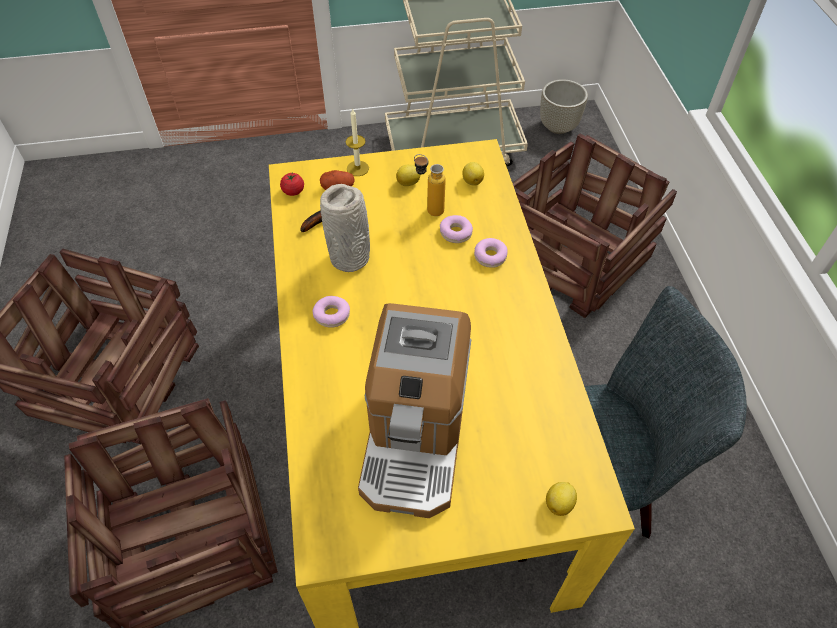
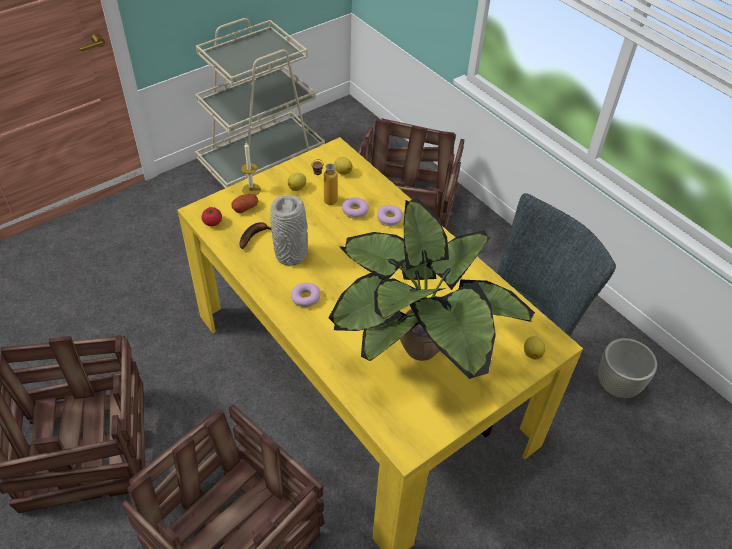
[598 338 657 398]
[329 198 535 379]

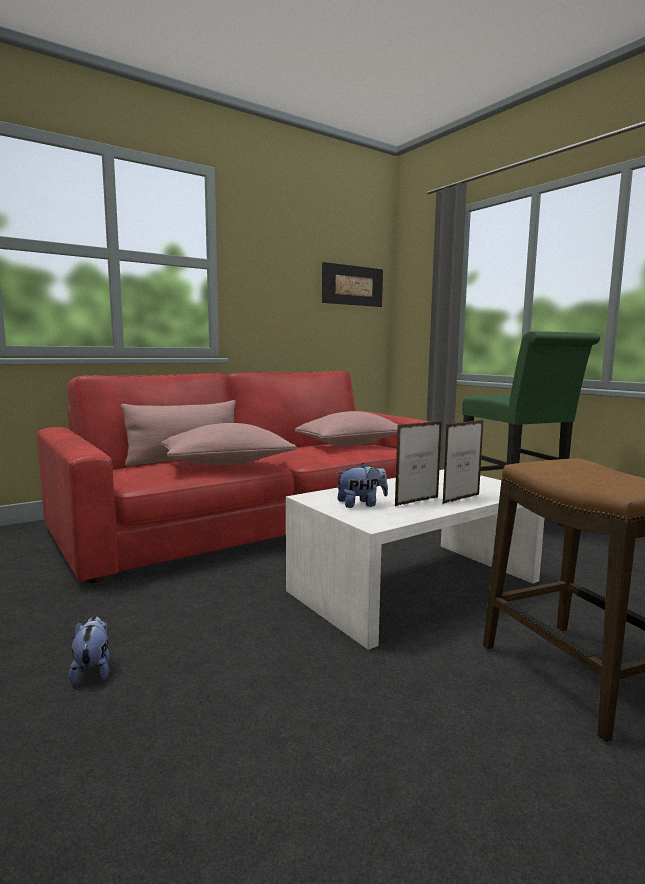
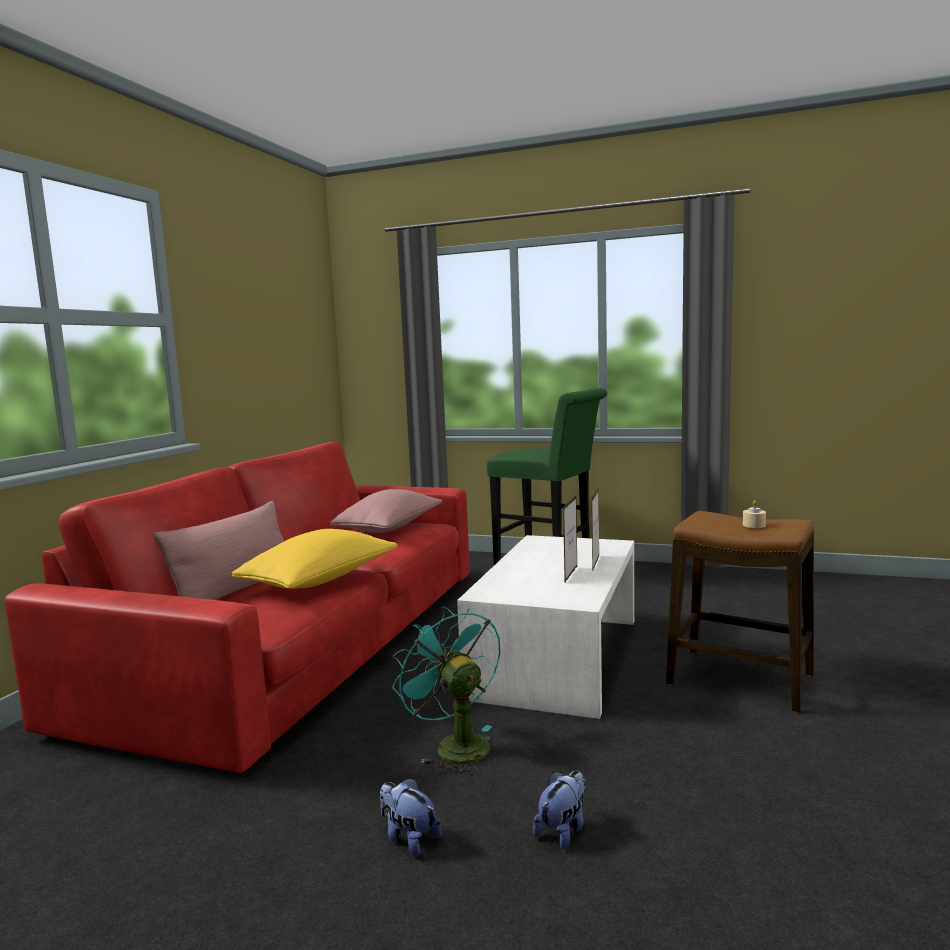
[322 262 383 307] (first image)
[232 529 398 589]
[533 770 586 849]
[743 500 766 528]
[392 606 500 775]

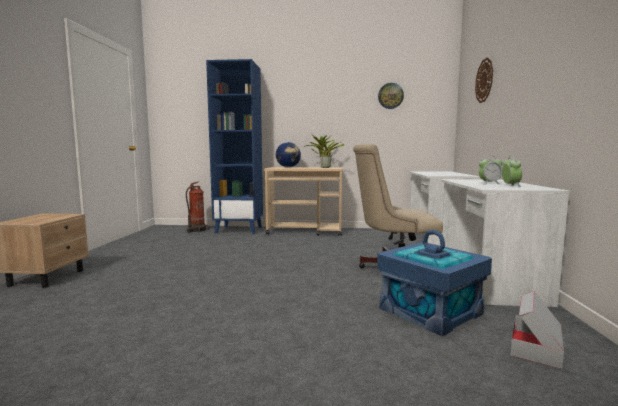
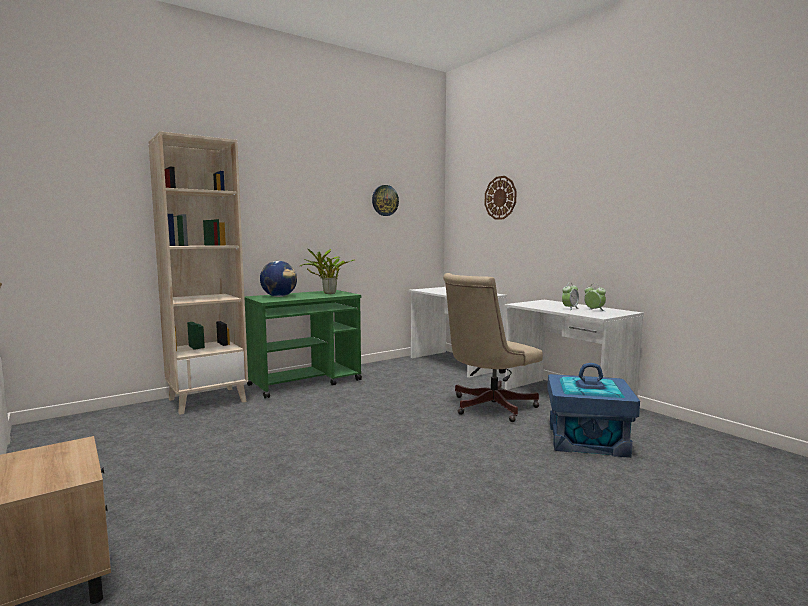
[149 131 248 415]
[245 290 362 399]
[186 182 209 232] (first image)
[511 291 564 369] (first image)

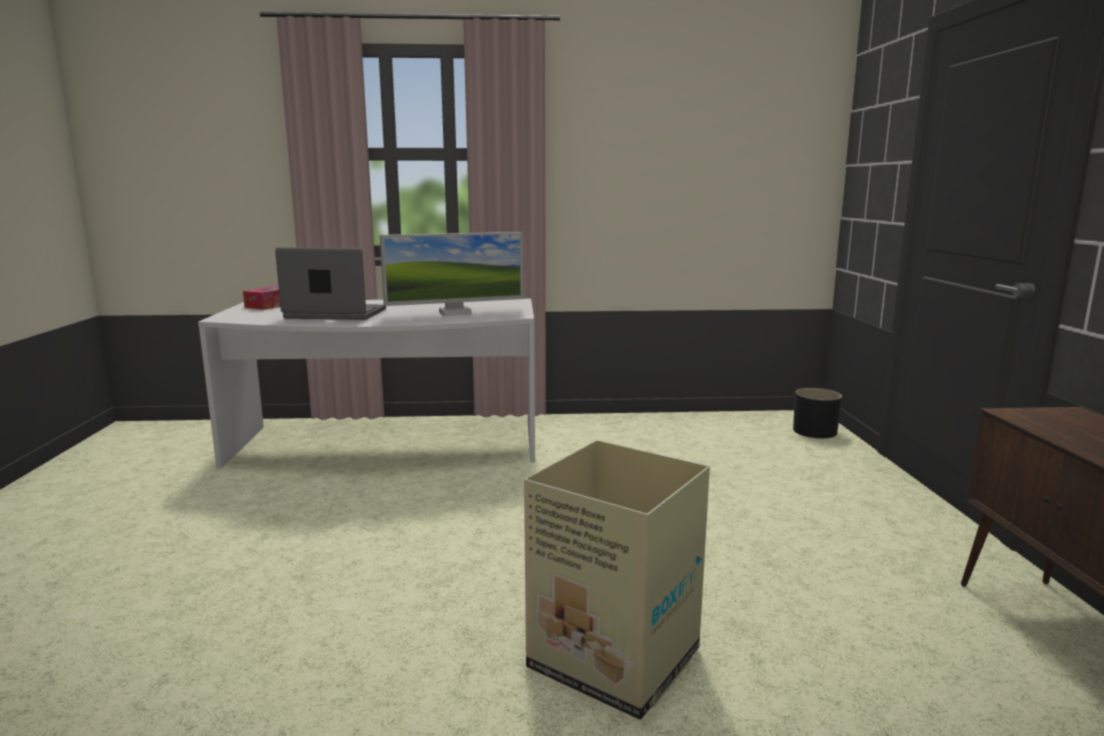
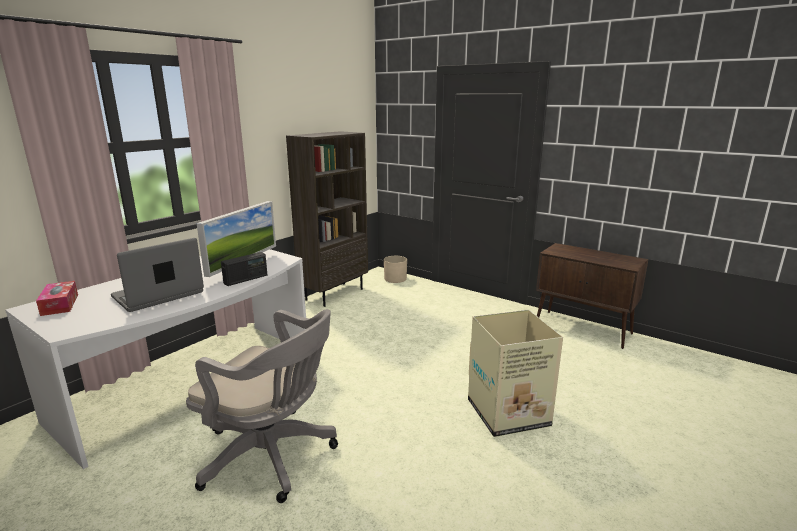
[384 256 407 283]
[286 131 368 307]
[221 252 267 286]
[186 309 338 503]

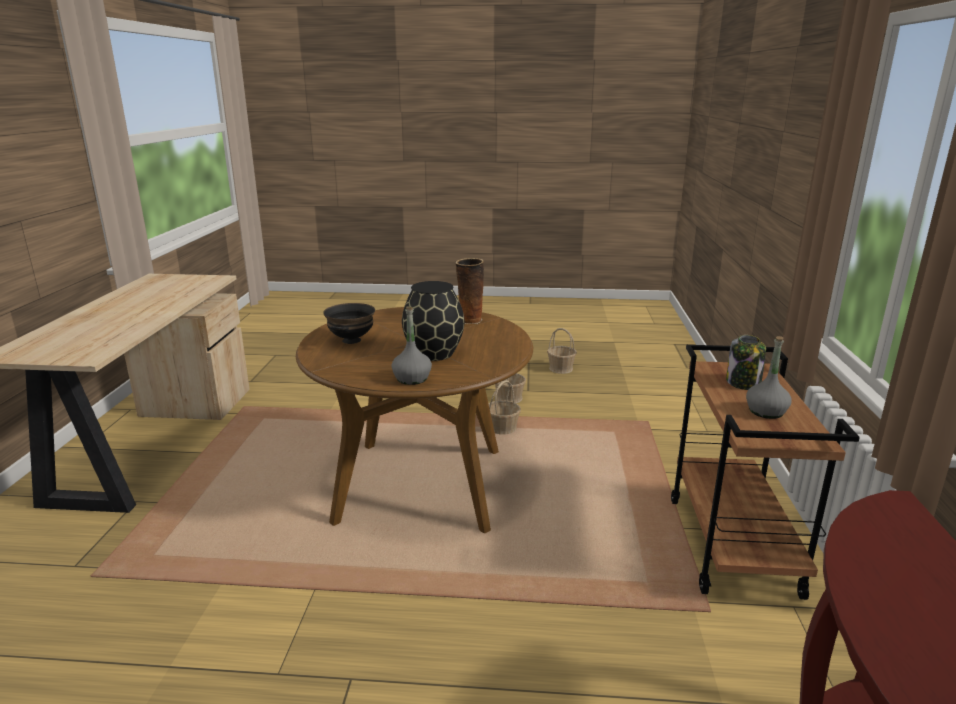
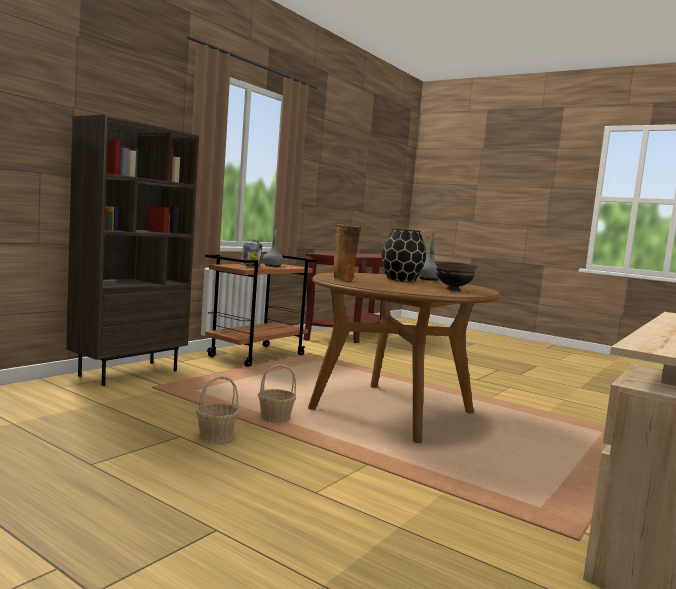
[547 328 577 374] (first image)
[66 114 199 386]

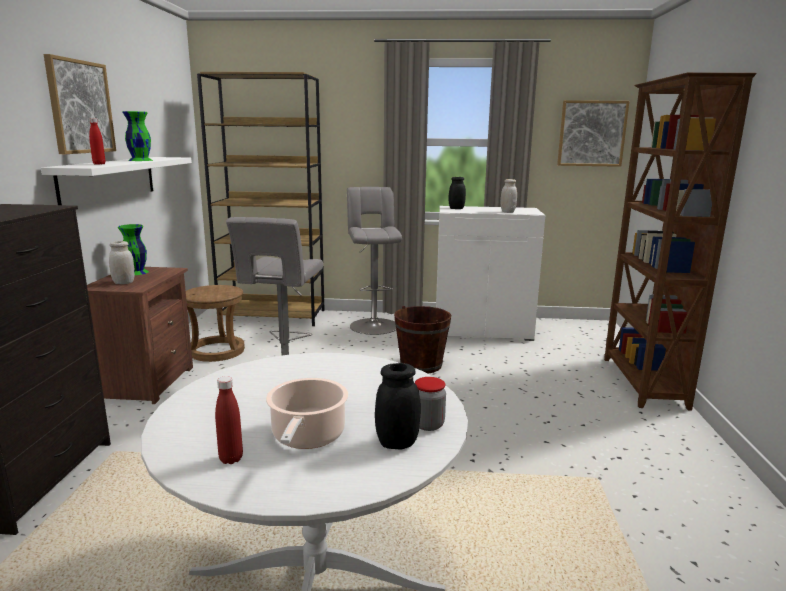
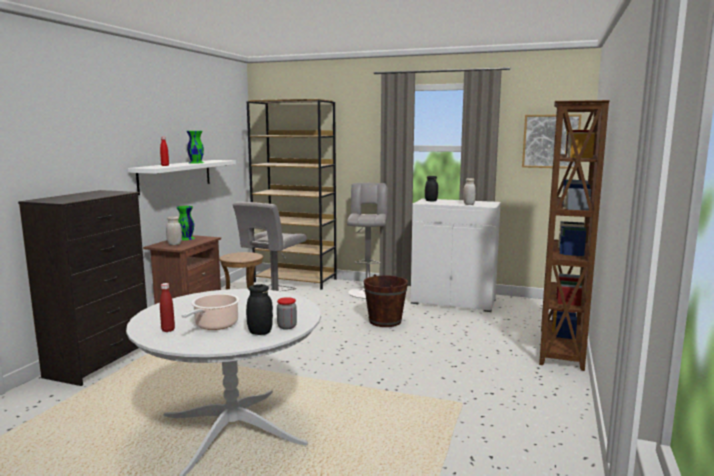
[43 54 116 154] (first image)

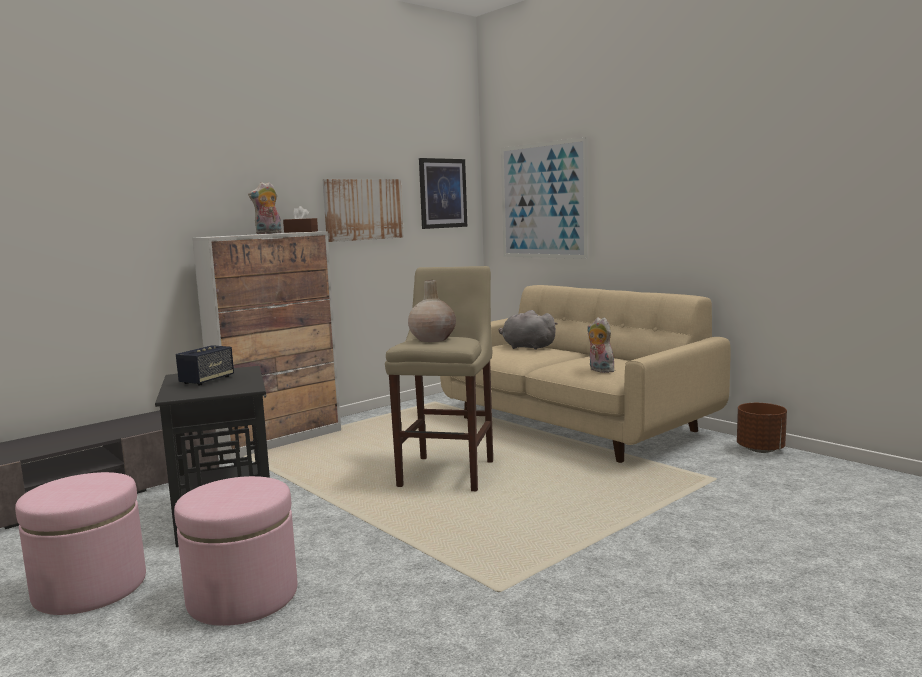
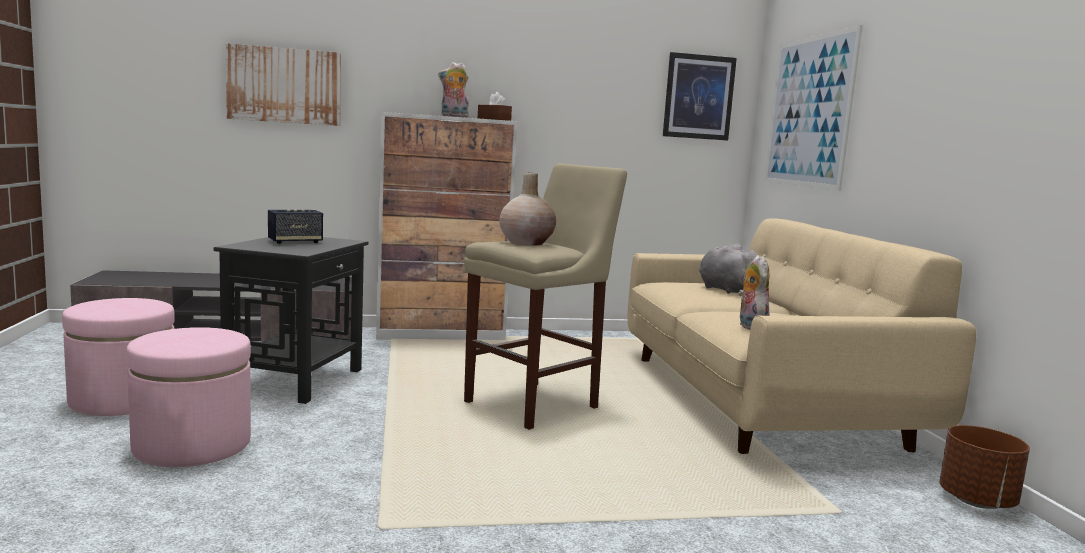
[226 43 341 126]

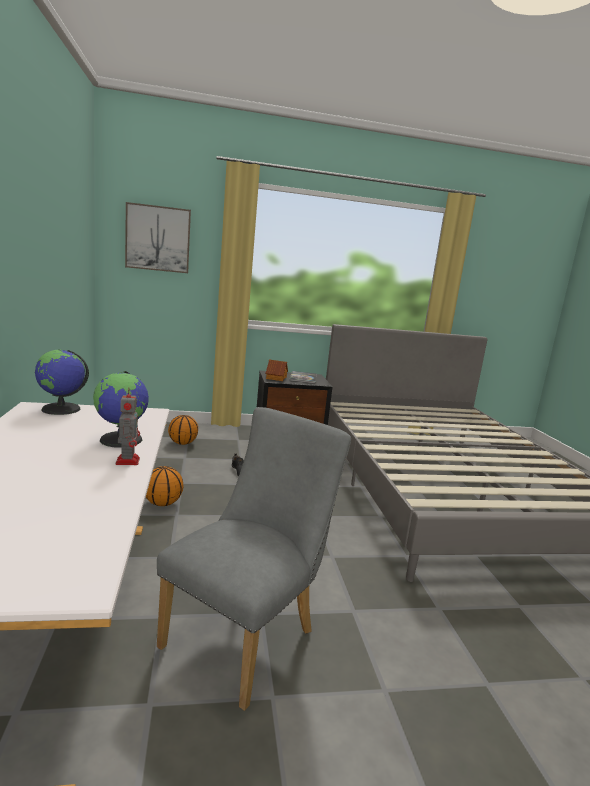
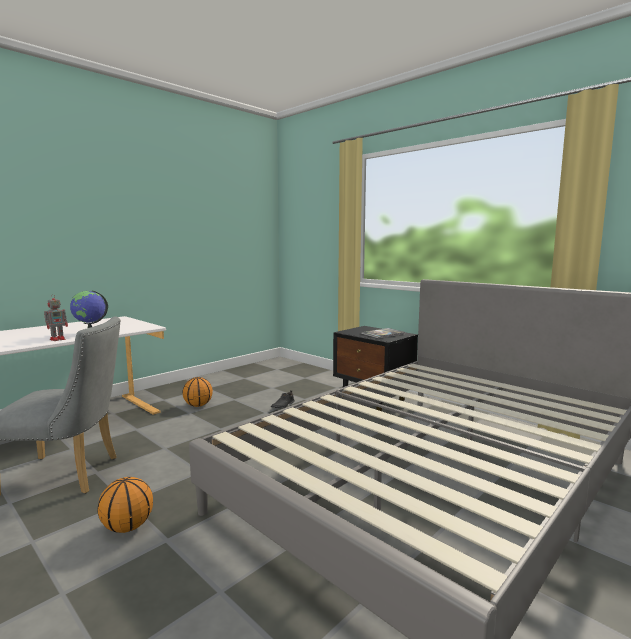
[125 202 191 273] (first image)
[35 350 89 415] (first image)
[266 359 288 381] (first image)
[98 477 153 533]

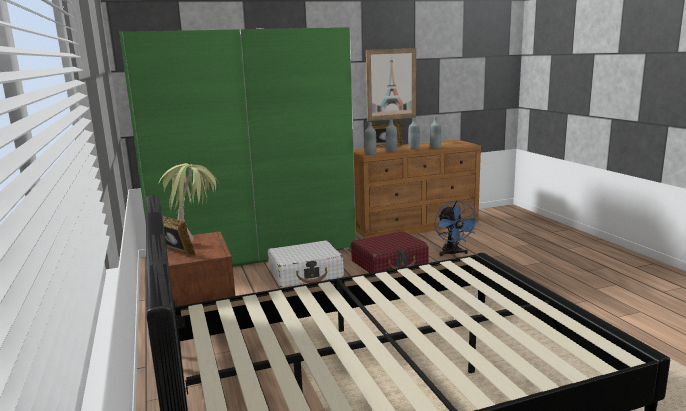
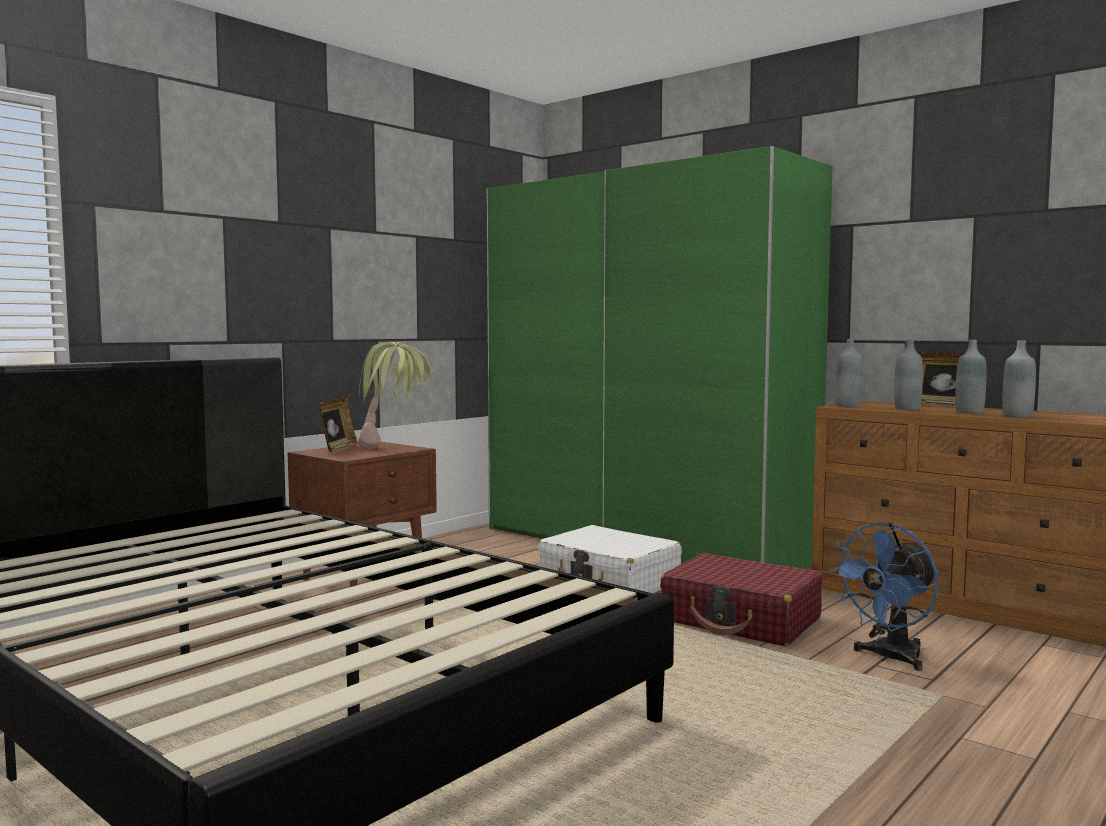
[366 48 416 121] (first image)

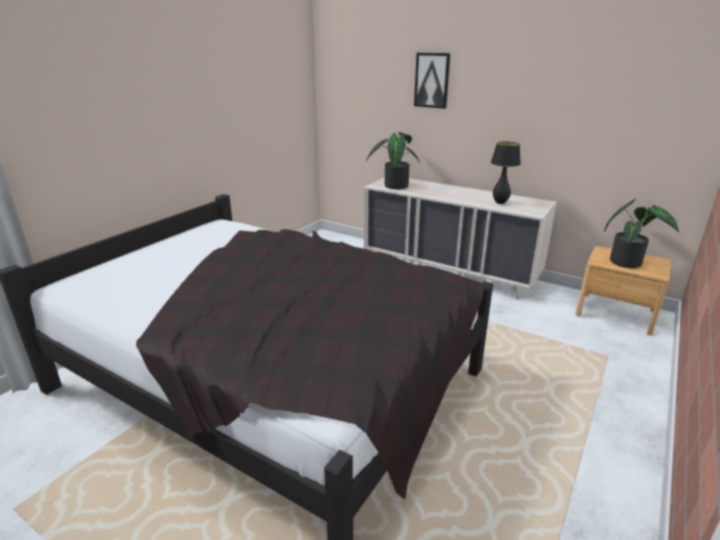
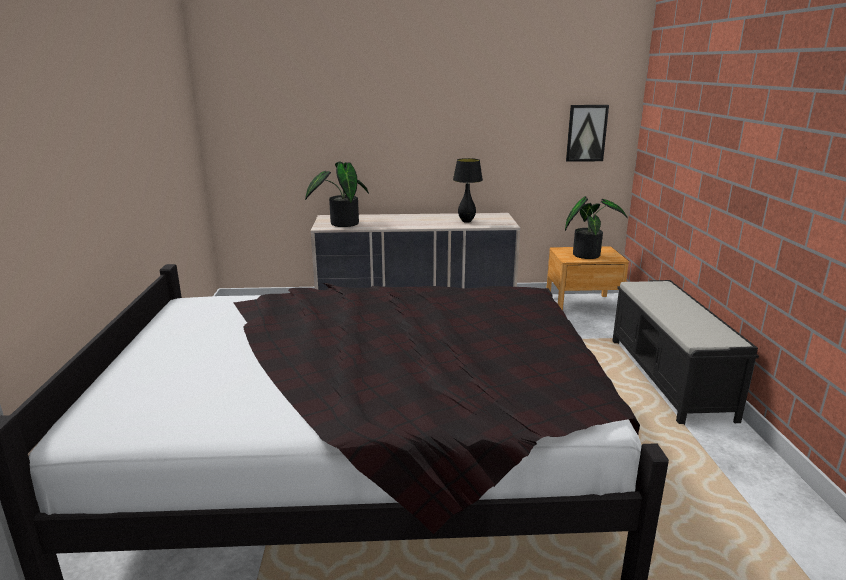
[566 105 609 162]
[612 280 759 425]

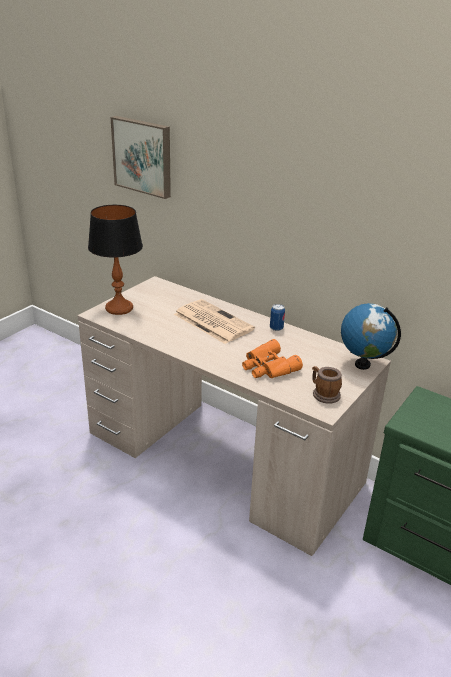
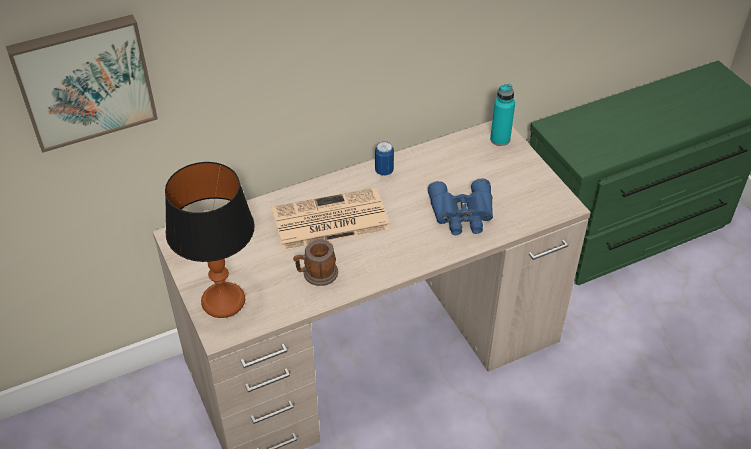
[490 84 515 146]
[428 178 493 235]
[293 240 338 286]

